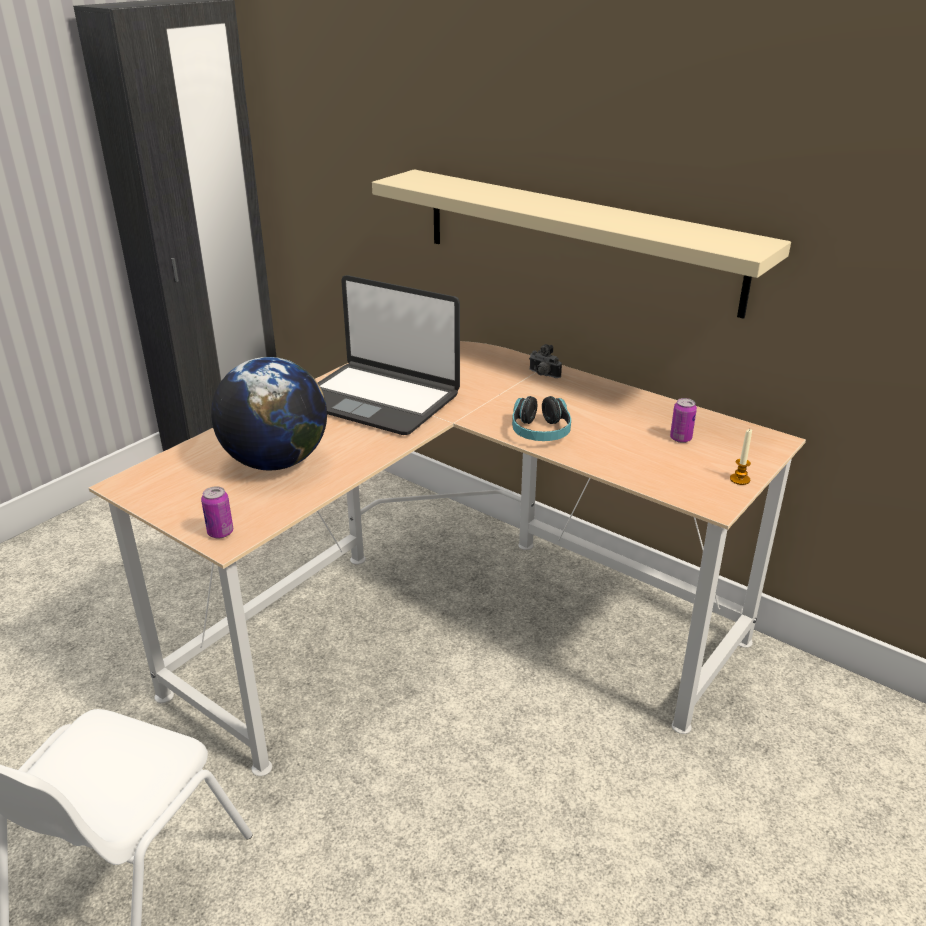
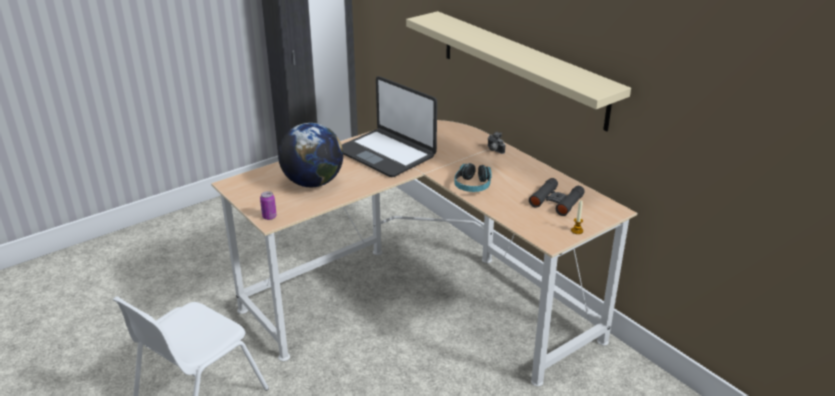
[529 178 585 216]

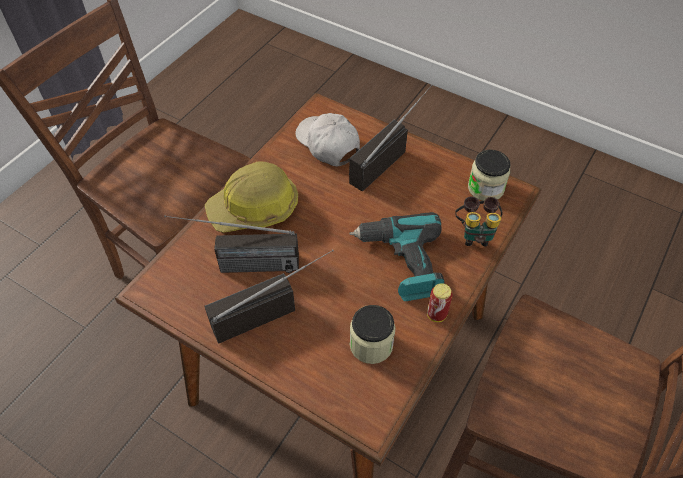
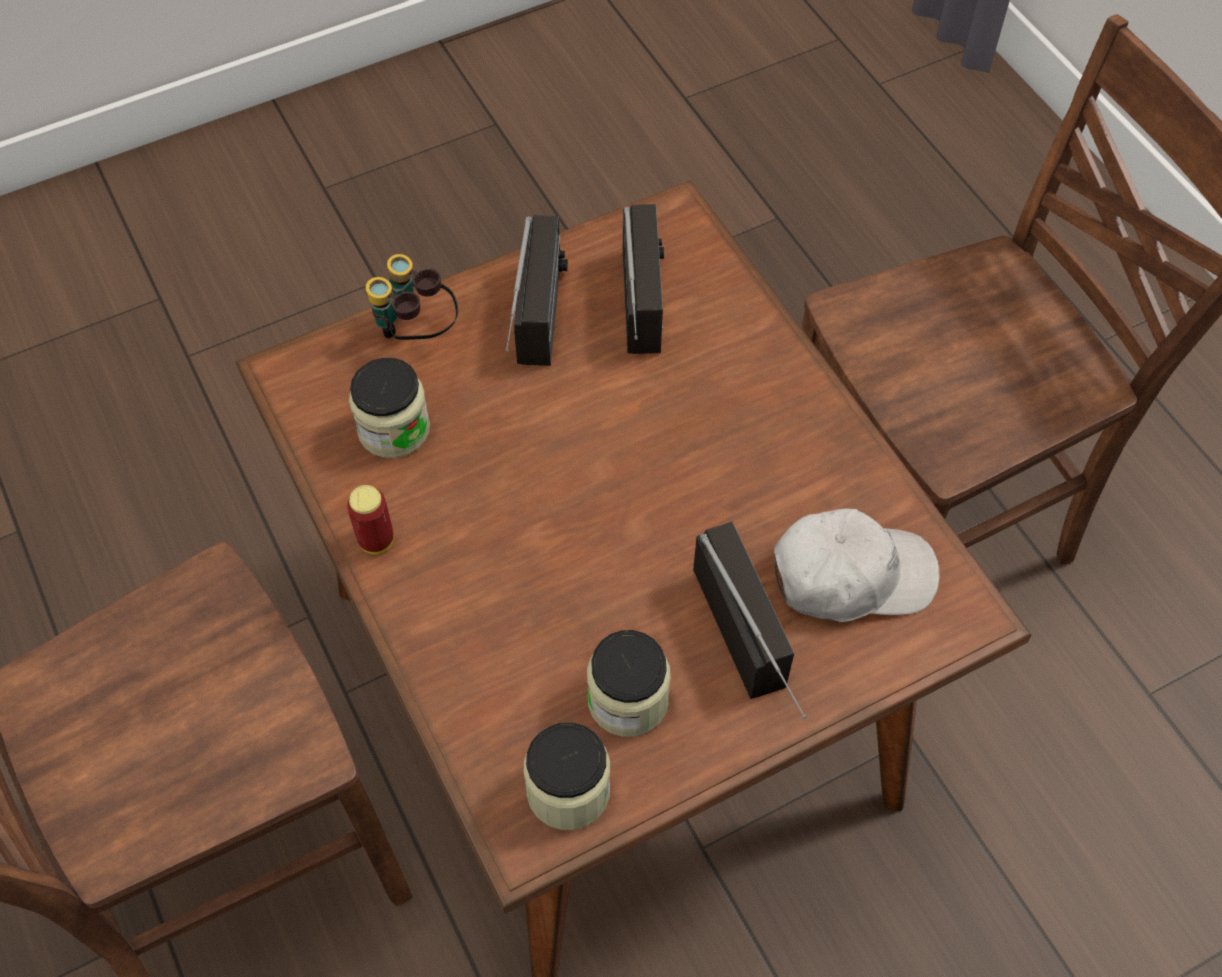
[205 162 298 233] (first image)
[366 254 458 340]
[349 212 445 301] (first image)
[623 204 664 354]
[587 630 671 737]

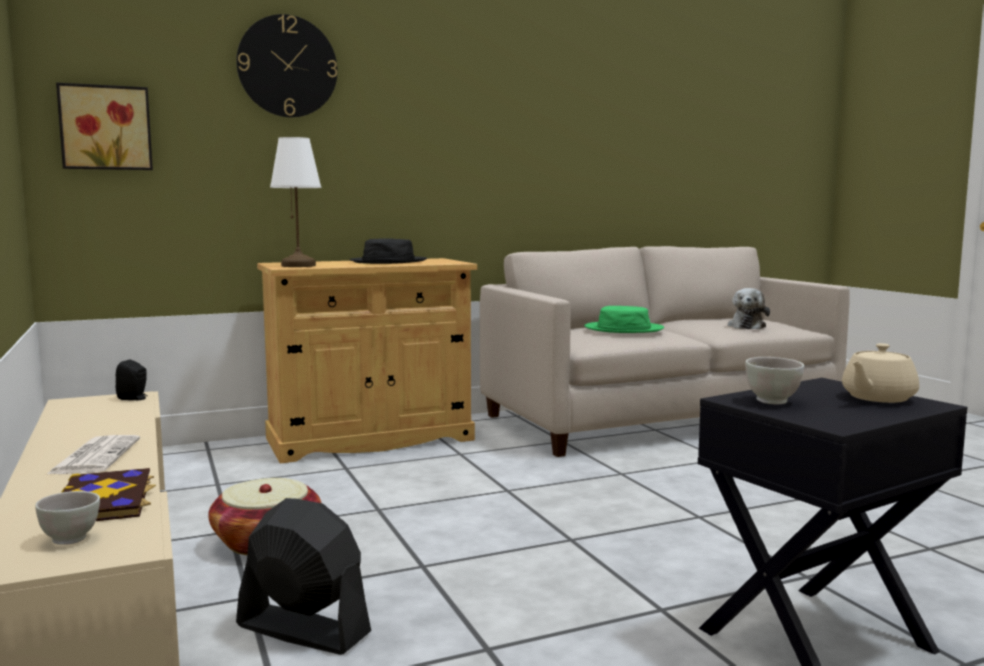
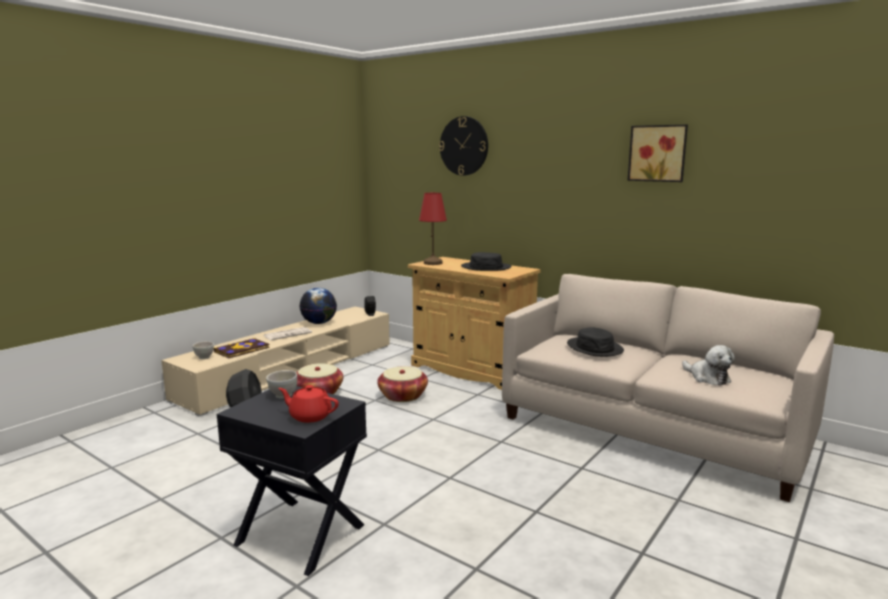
[627 124 688 182]
[419 193 447 265]
[682 345 735 386]
[567 327 624 357]
[278 385 339 423]
[299 288 337 324]
[377 366 428 402]

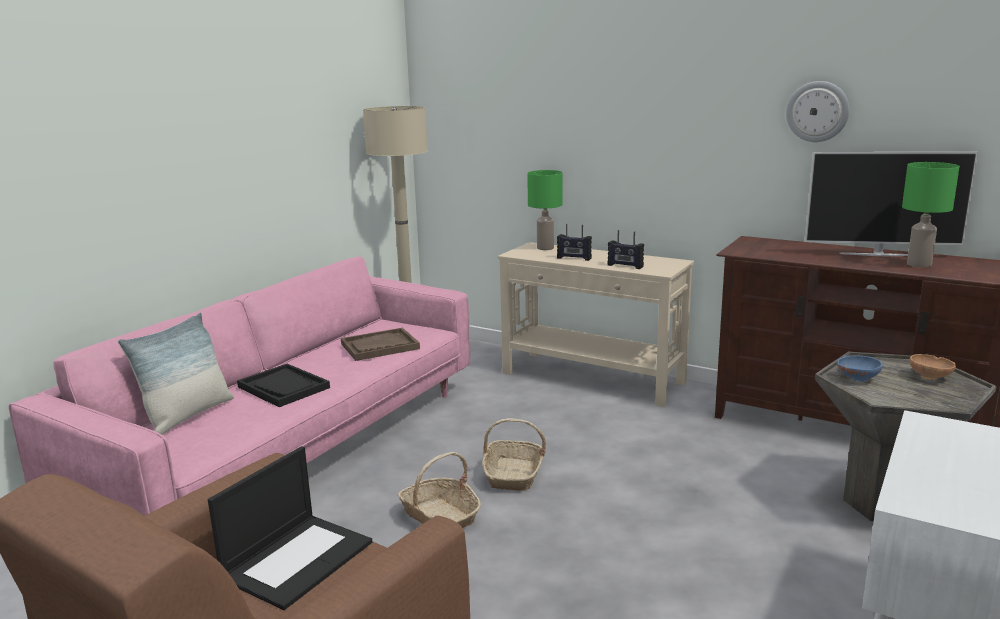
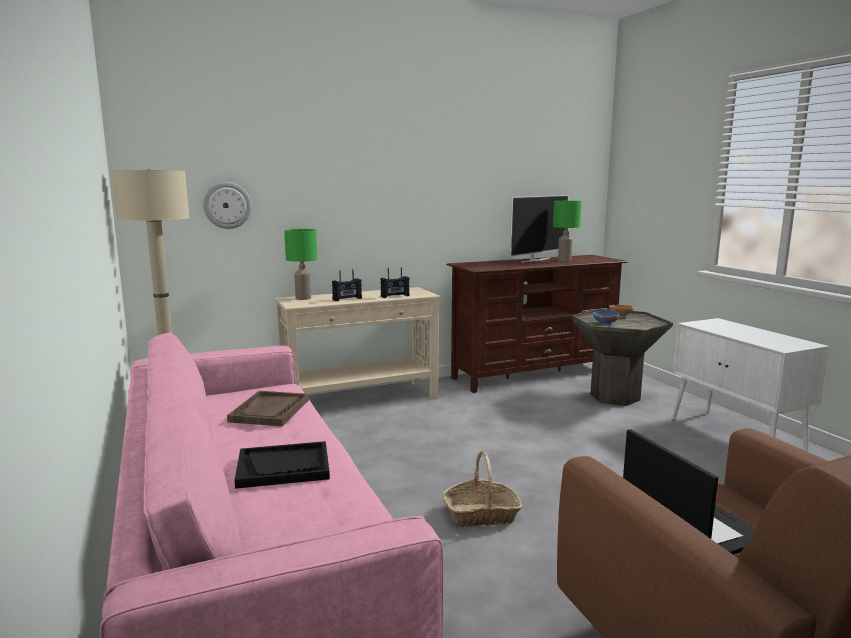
[203 182 251 229]
[118 312 234 435] (first image)
[482 418 546 491] (first image)

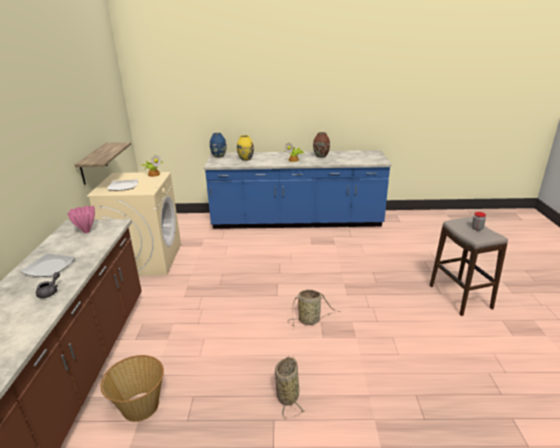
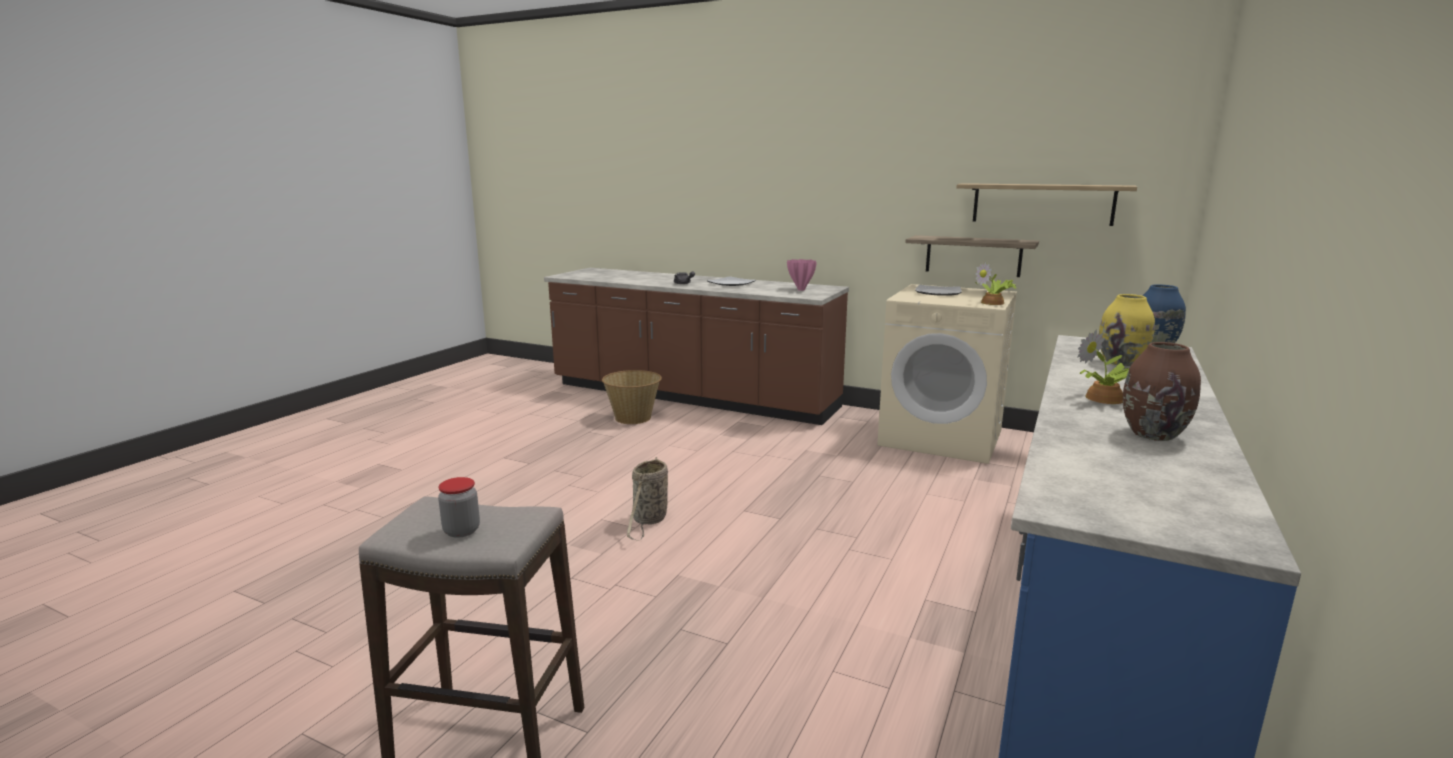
[275 356 304 418] (first image)
[956 183 1137 226]

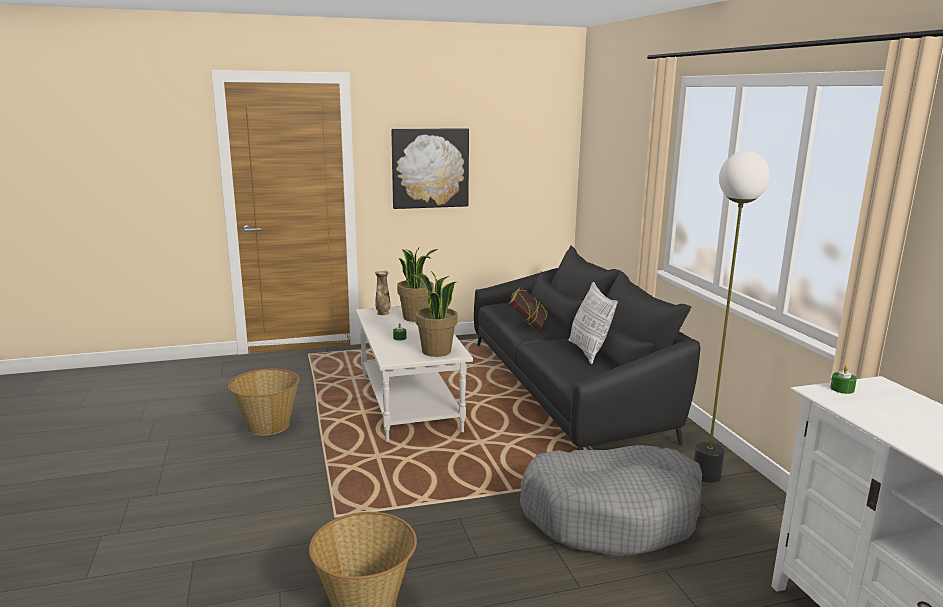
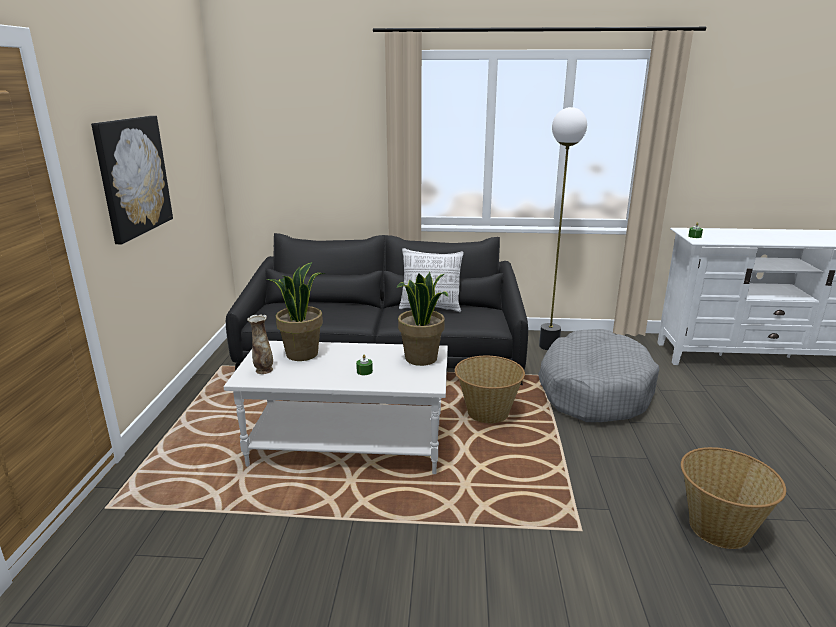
[509 286 548 330] (first image)
[455 356 525 423]

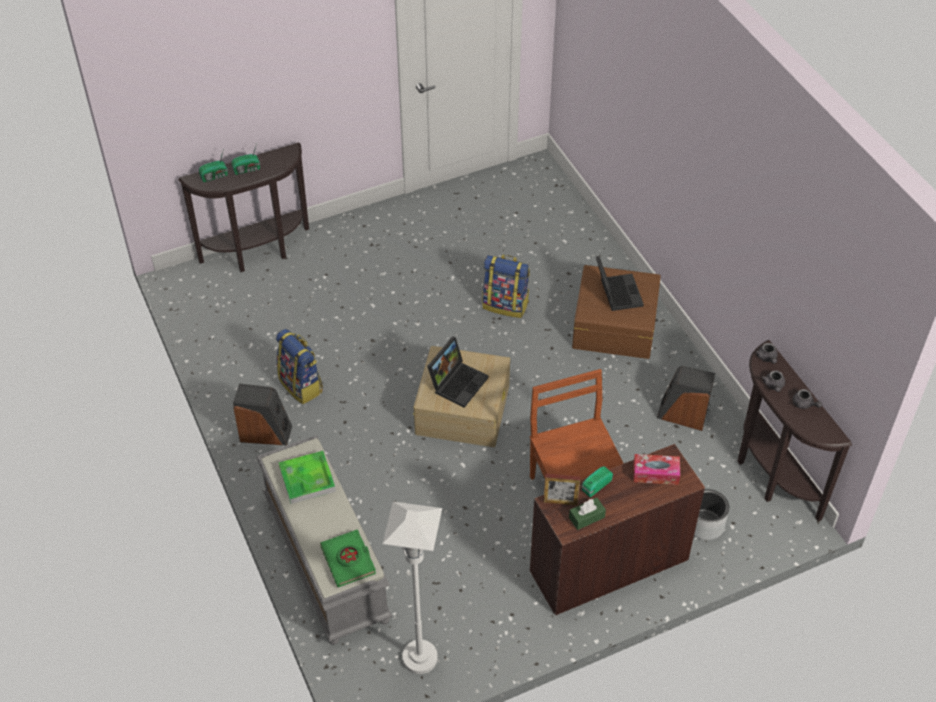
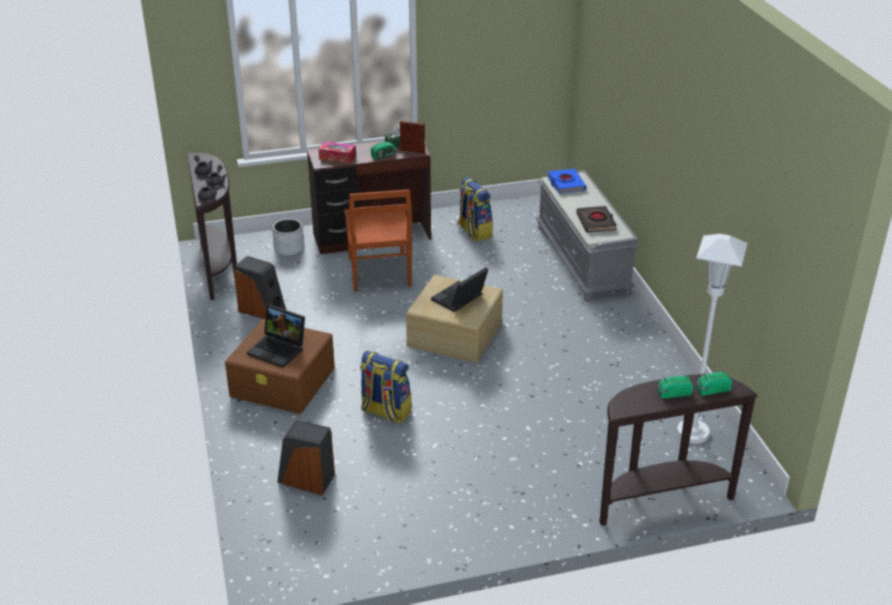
[247 304 305 368]
[457 177 493 241]
[277 421 335 495]
[576 206 617 232]
[677 234 748 444]
[547 169 586 193]

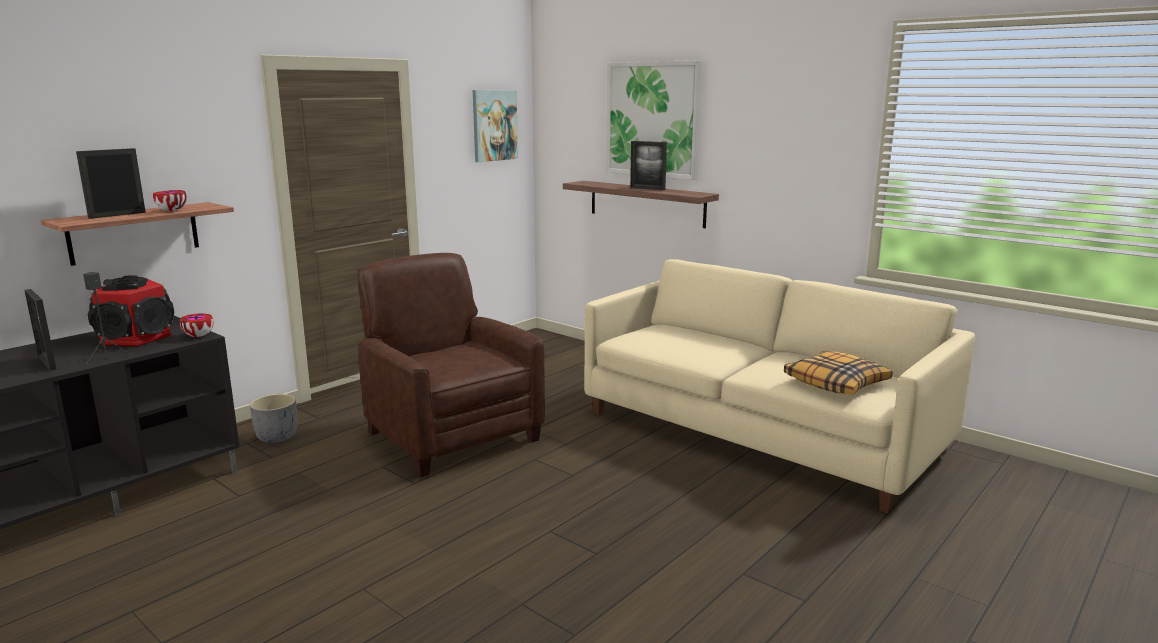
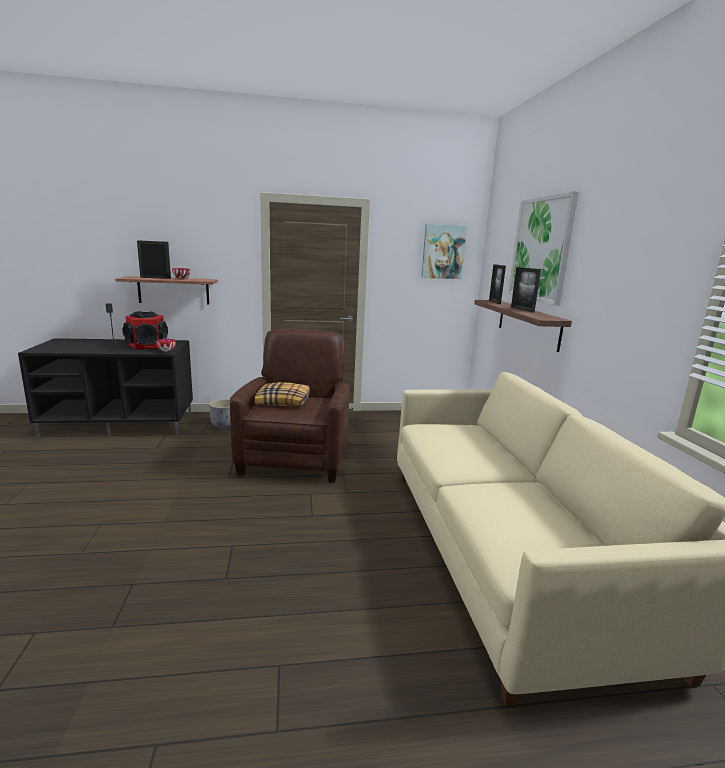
[489 264 506 304]
[255 382 310 406]

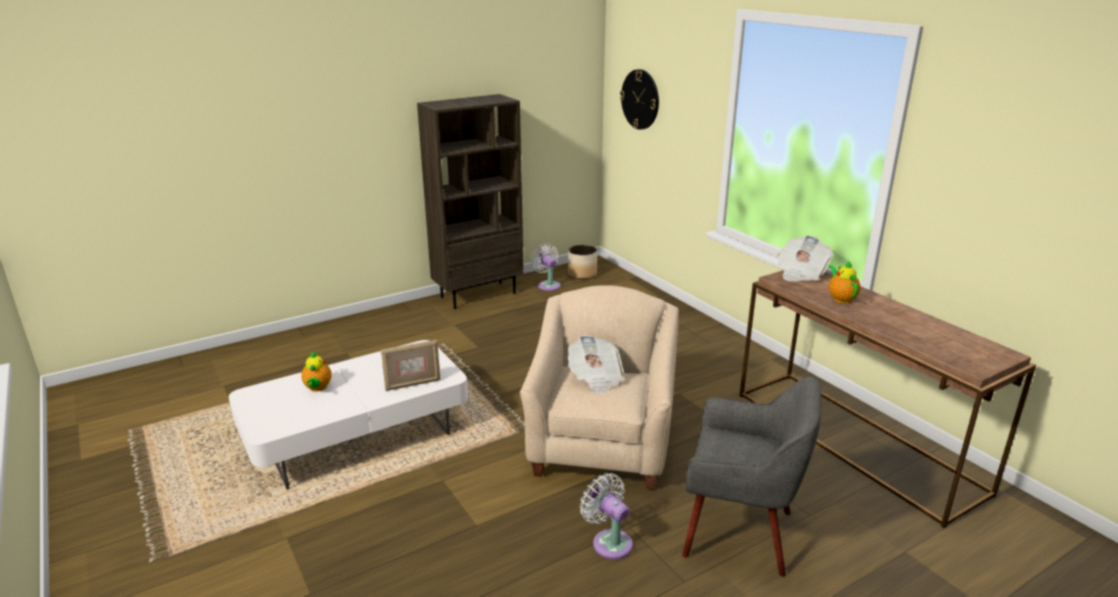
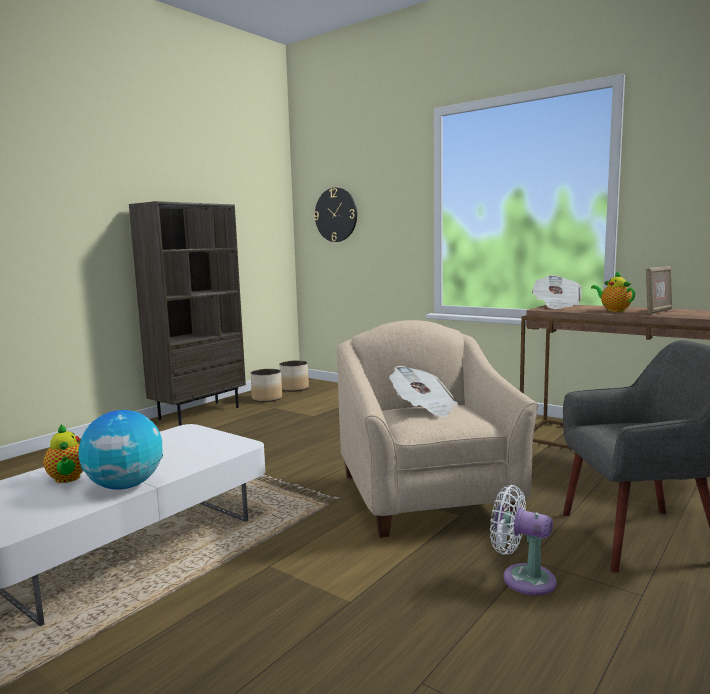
[251 369 282 402]
[646 266 672 314]
[79 410 163 490]

